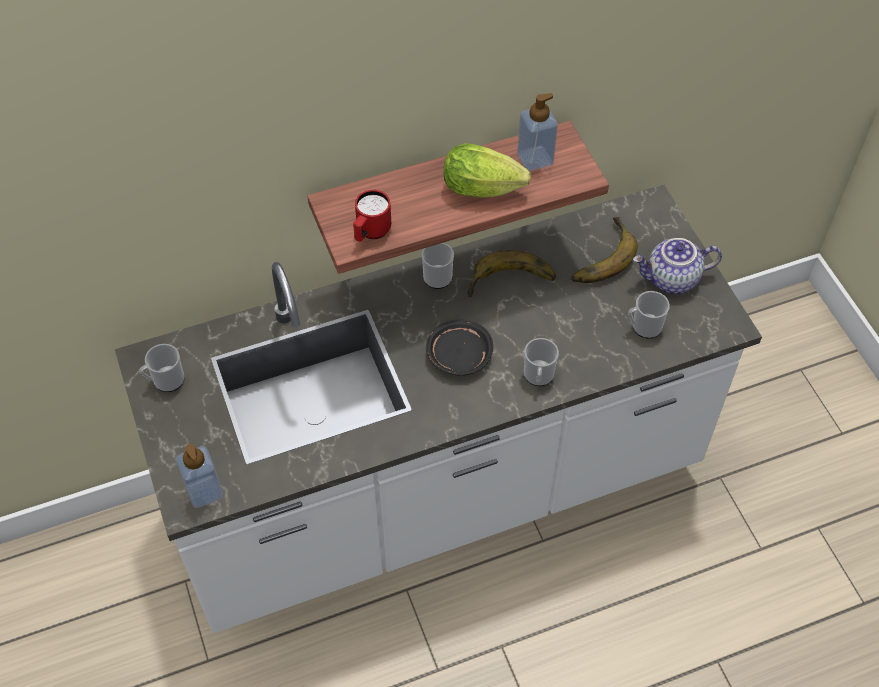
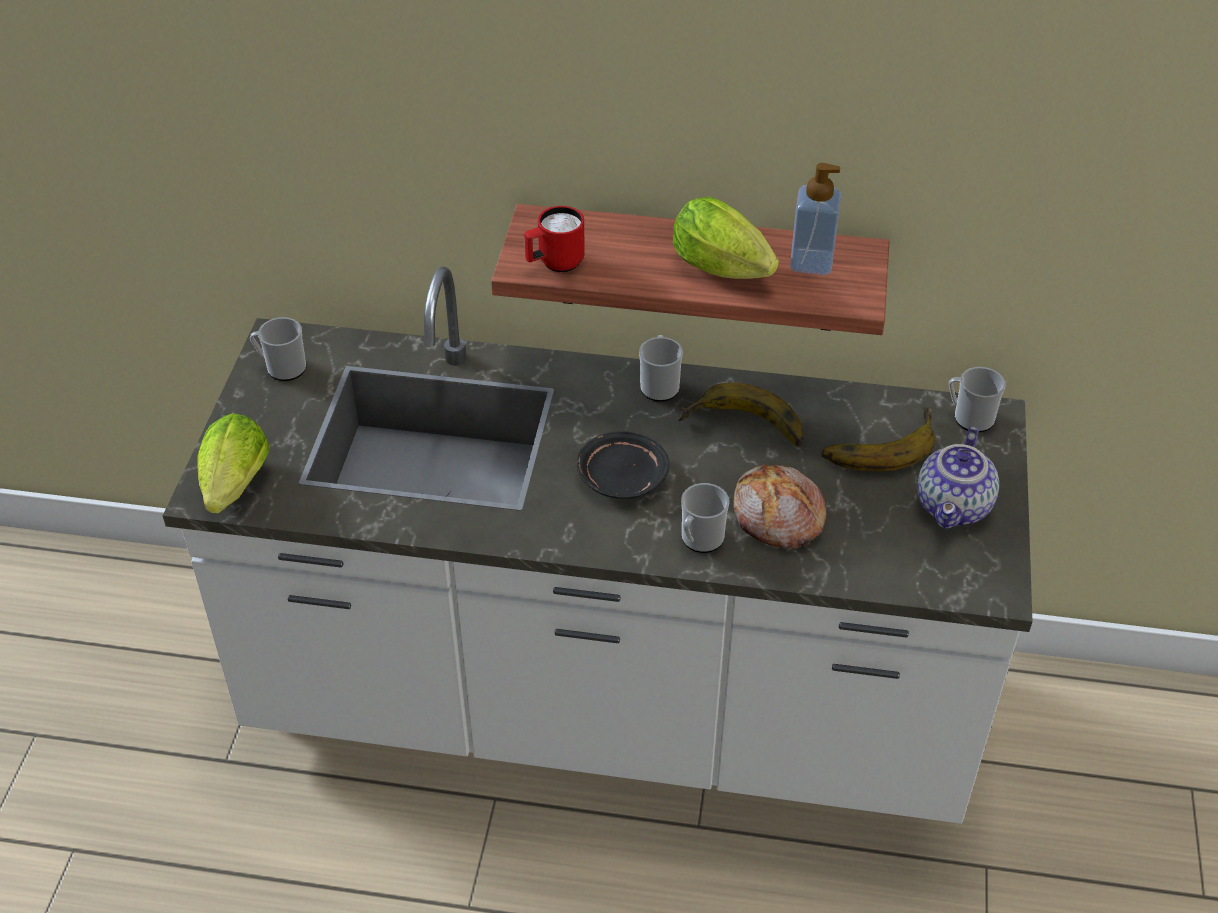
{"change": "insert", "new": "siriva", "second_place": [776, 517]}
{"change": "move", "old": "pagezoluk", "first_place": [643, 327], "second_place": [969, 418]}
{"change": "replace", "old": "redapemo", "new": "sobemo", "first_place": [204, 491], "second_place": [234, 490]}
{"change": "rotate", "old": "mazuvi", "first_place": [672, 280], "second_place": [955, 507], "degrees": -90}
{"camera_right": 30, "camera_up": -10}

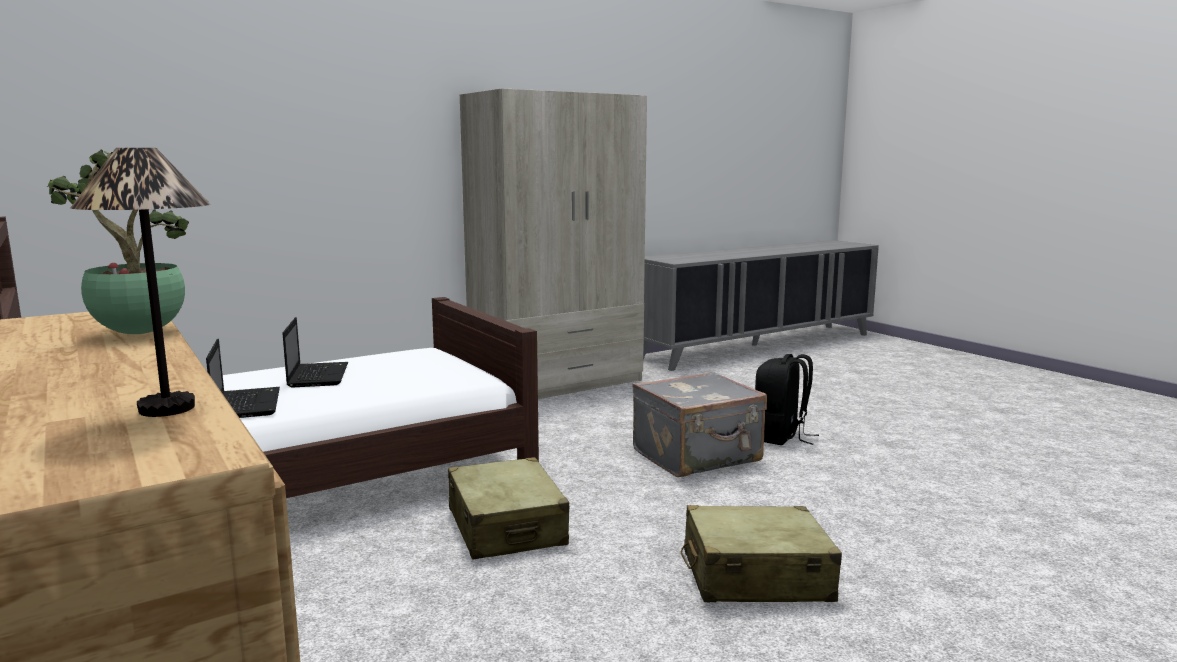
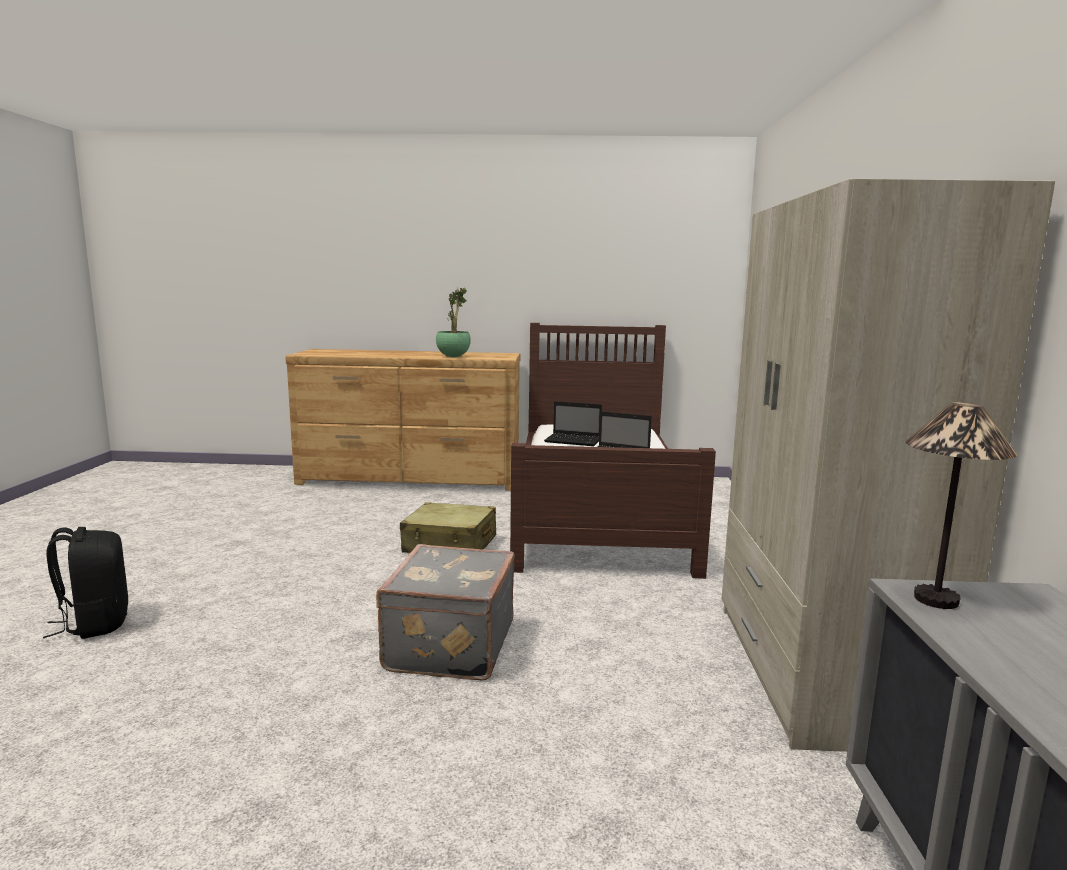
{"change": "delete", "old": "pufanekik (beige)", "first_place": [755, 577]}
{"change": "move", "old": "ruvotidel", "first_place": [165, 409], "second_place": [936, 599]}
{"change": "move", "old": "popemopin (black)", "first_place": [781, 437], "second_place": [95, 624]}
{"camera_right": 125, "camera_up": 0}

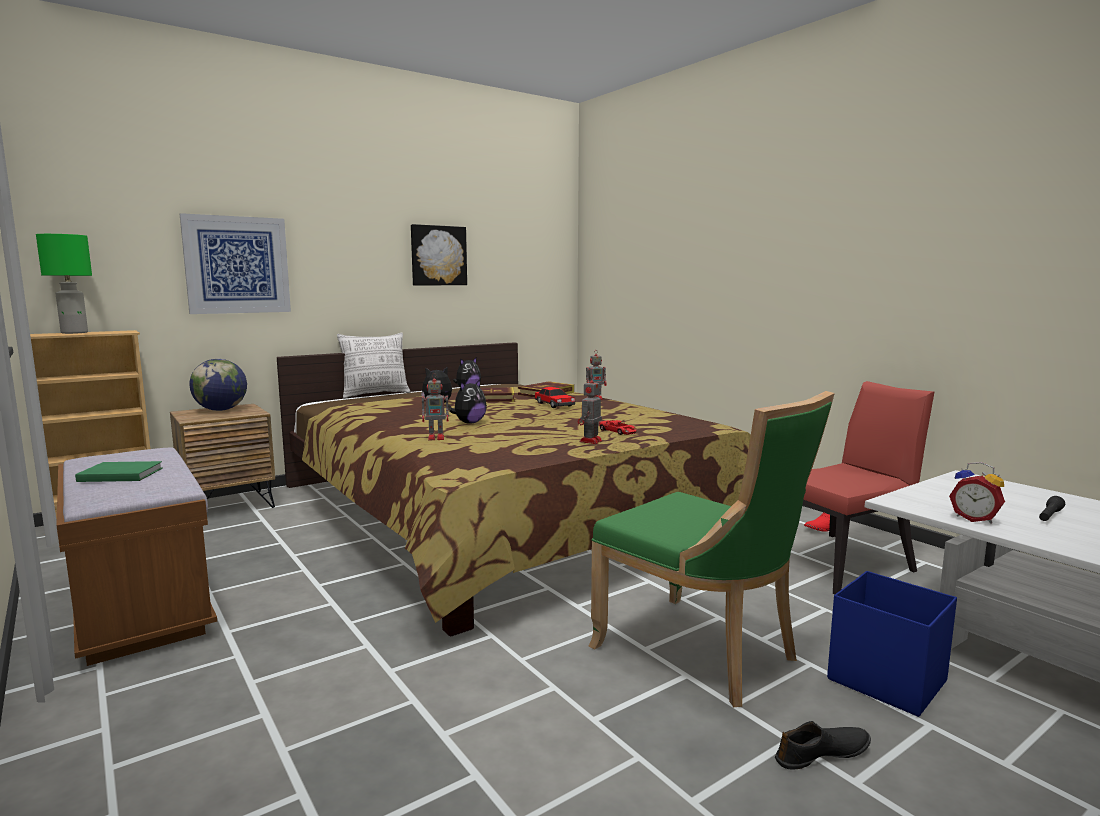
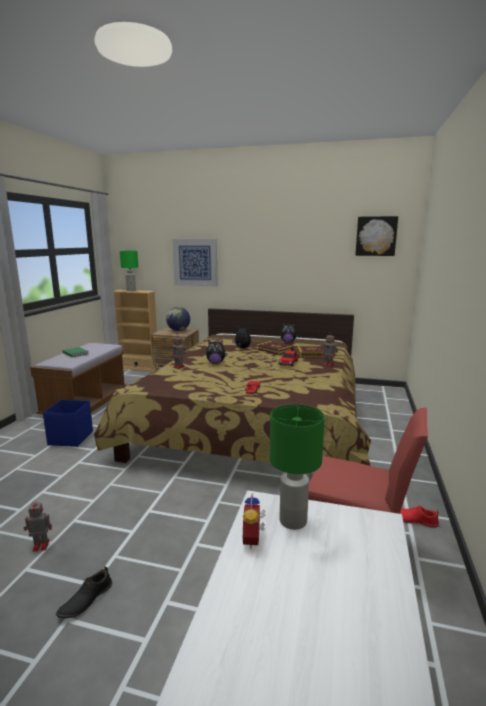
{"change": "delete", "old": "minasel", "first_place": [375, 394]}
{"change": "delete", "old": "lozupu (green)", "first_place": [703, 653]}
{"change": "delete", "old": "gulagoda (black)", "first_place": [1049, 516]}
{"change": "insert", "new": "ruvotidel (green)", "second_place": [292, 521]}
{"change": "move", "old": "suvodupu", "first_place": [438, 255], "second_place": [376, 236]}
{"change": "move", "old": "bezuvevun", "first_place": [590, 441], "second_place": [40, 545]}
{"change": "move", "old": "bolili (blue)", "first_place": [885, 679], "second_place": [71, 438]}
{"change": "rotate", "old": "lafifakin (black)", "first_place": [822, 754], "second_place": [85, 600], "degrees": 90}
{"camera_right": 50, "camera_up": 5}

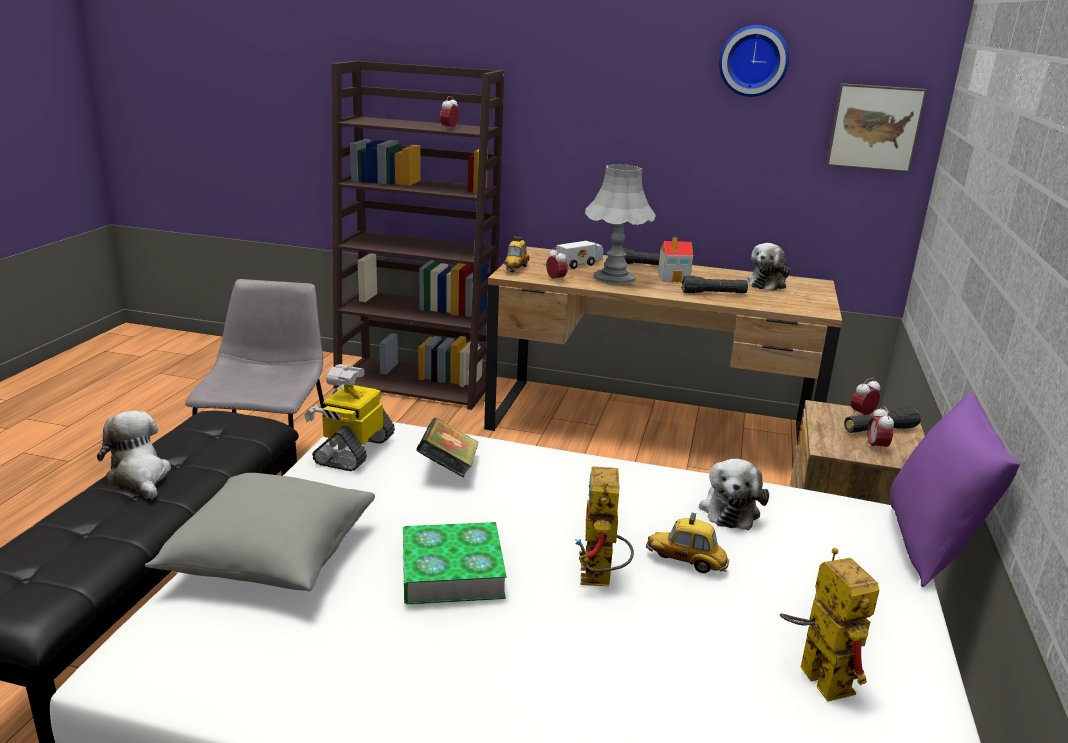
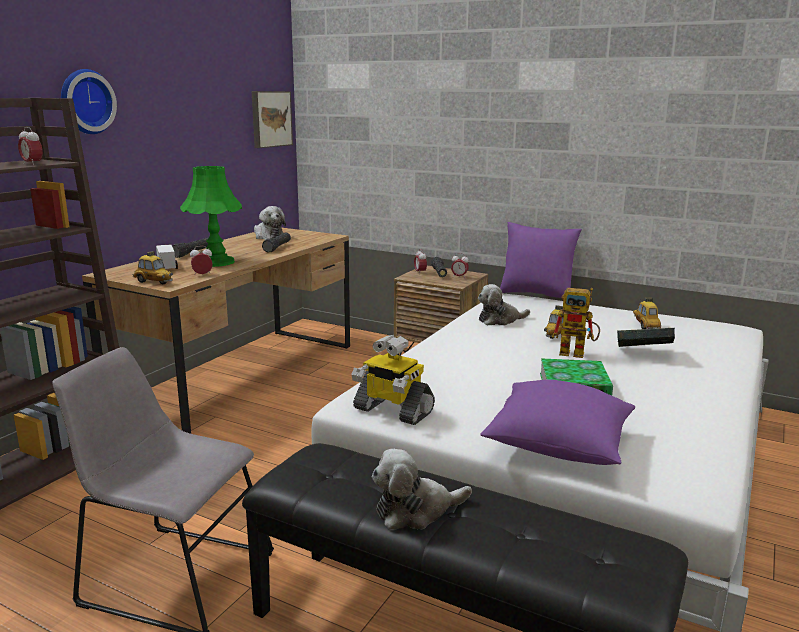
{"change": "delete", "old": "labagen", "first_place": [674, 278]}
{"change": "move", "old": "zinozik", "first_place": [448, 469], "second_place": [643, 353]}
{"change": "move", "old": "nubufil", "first_place": [753, 61], "second_place": [85, 101]}
{"change": "replace", "old": "bezuvevun", "new": "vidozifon", "first_place": [814, 673], "second_place": [645, 326]}
{"change": "recolor", "old": "minasel (grey)", "new": "minasel (purple)", "first_place": [269, 558], "second_place": [558, 445]}
{"change": "recolor", "old": "ruvotidel (grey)", "new": "ruvotidel (green)", "first_place": [614, 278], "second_place": [216, 262]}
{"change": "rotate", "old": "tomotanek", "first_place": [730, 509], "second_place": [500, 320], "degrees": 135}
{"camera_right": -75, "camera_up": -5}

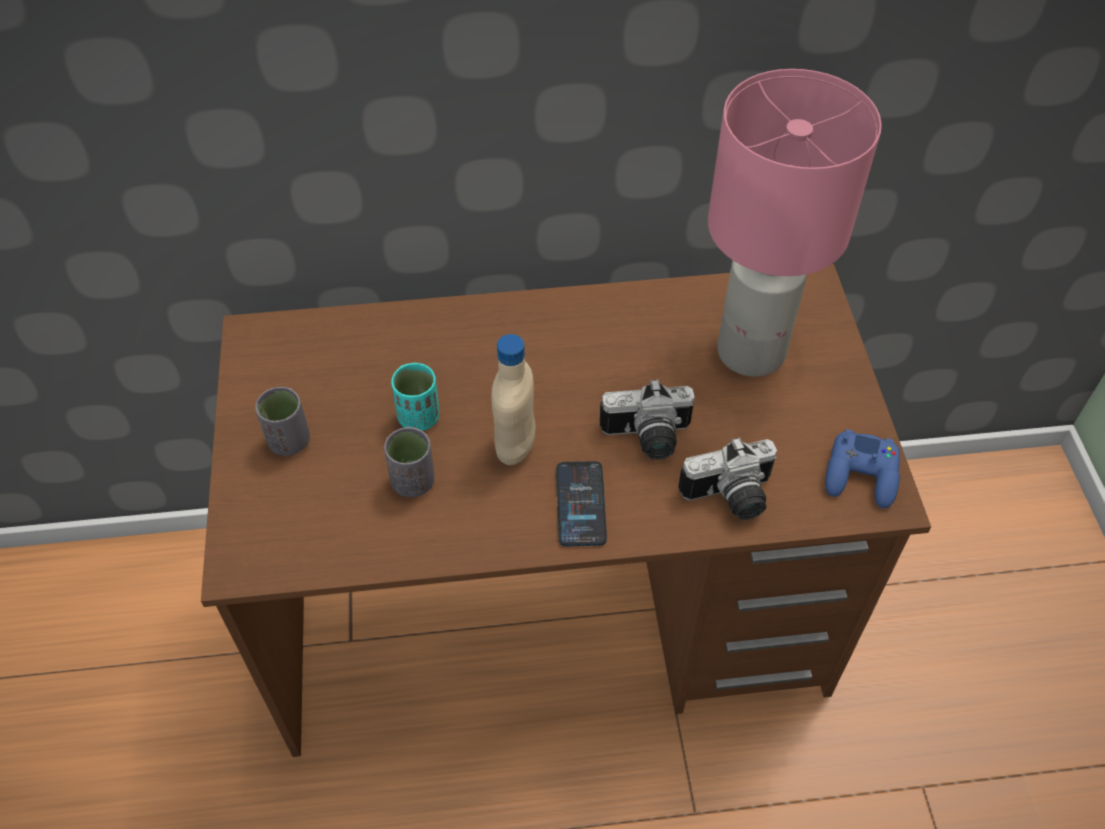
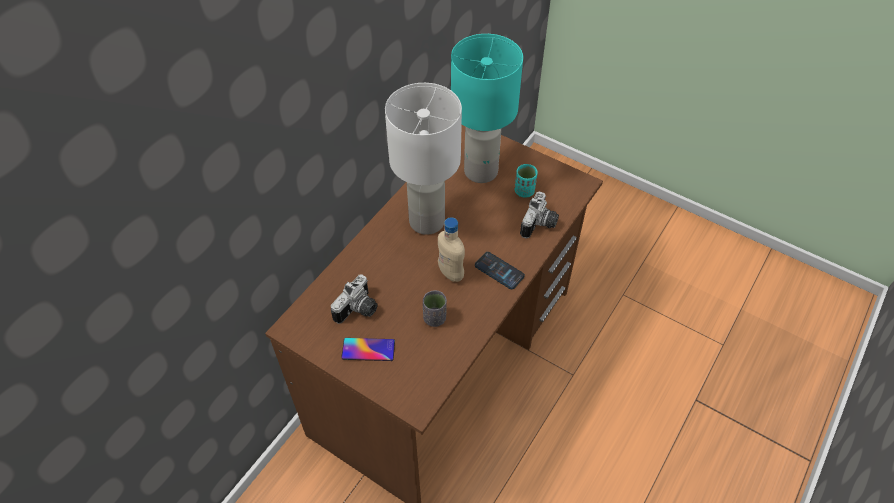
{"change": "delete", "old": "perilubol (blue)", "first_place": [861, 475]}
{"change": "insert", "new": "ruvotidel (white)", "second_place": [427, 222]}
{"change": "move", "old": "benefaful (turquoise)", "first_place": [419, 417], "second_place": [524, 191]}
{"change": "move", "old": "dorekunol", "first_place": [647, 439], "second_place": [358, 310]}
{"change": "replace", "old": "benefaful (grey)", "new": "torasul", "first_place": [289, 441], "second_place": [368, 349]}
{"change": "recolor", "old": "ruvotidel (pink)", "new": "ruvotidel (turquoise)", "first_place": [753, 352], "second_place": [481, 171]}
{"camera_right": -50, "camera_up": 0}

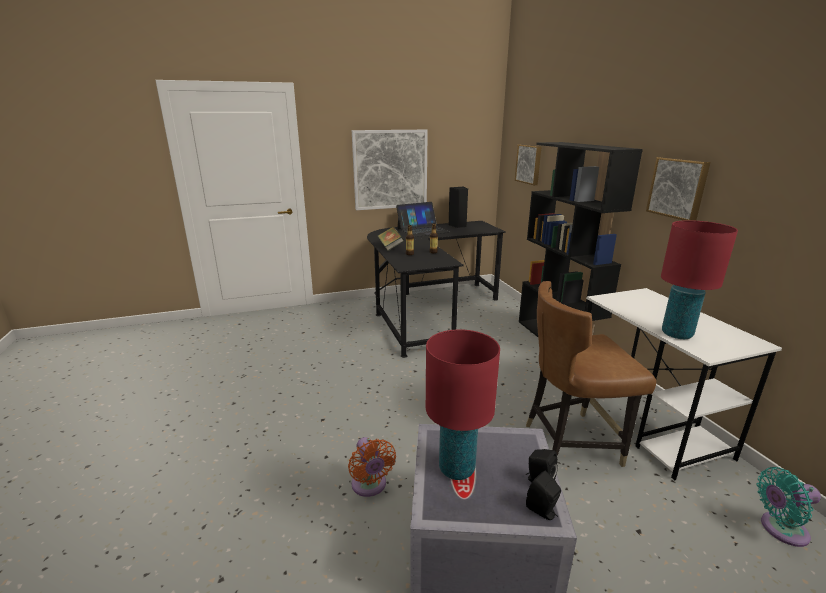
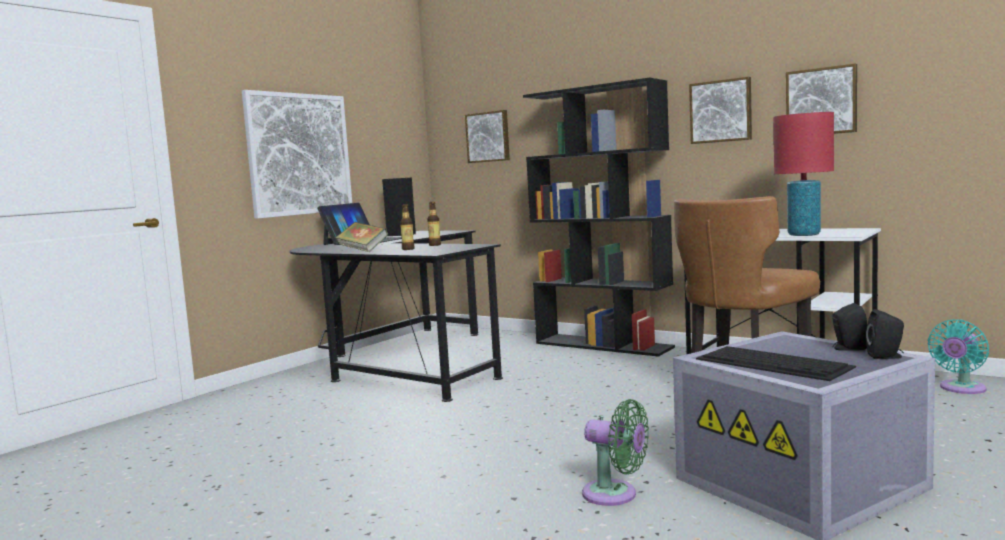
{"change": "insert", "new": "suvodupu", "second_place": [821, 101]}
{"change": "replace", "old": "ruvotidel (red)", "new": "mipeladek", "first_place": [457, 469], "second_place": [774, 363]}
{"change": "recolor", "old": "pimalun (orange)", "new": "pimalun (green)", "first_place": [370, 486], "second_place": [615, 495]}
{"camera_right": -35, "camera_up": -15}

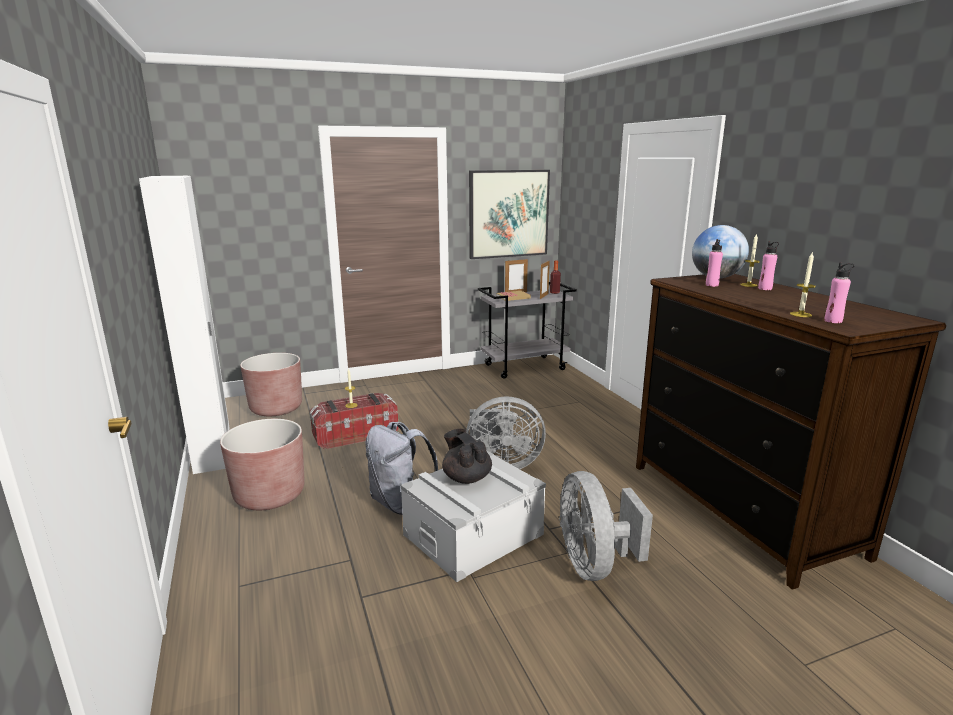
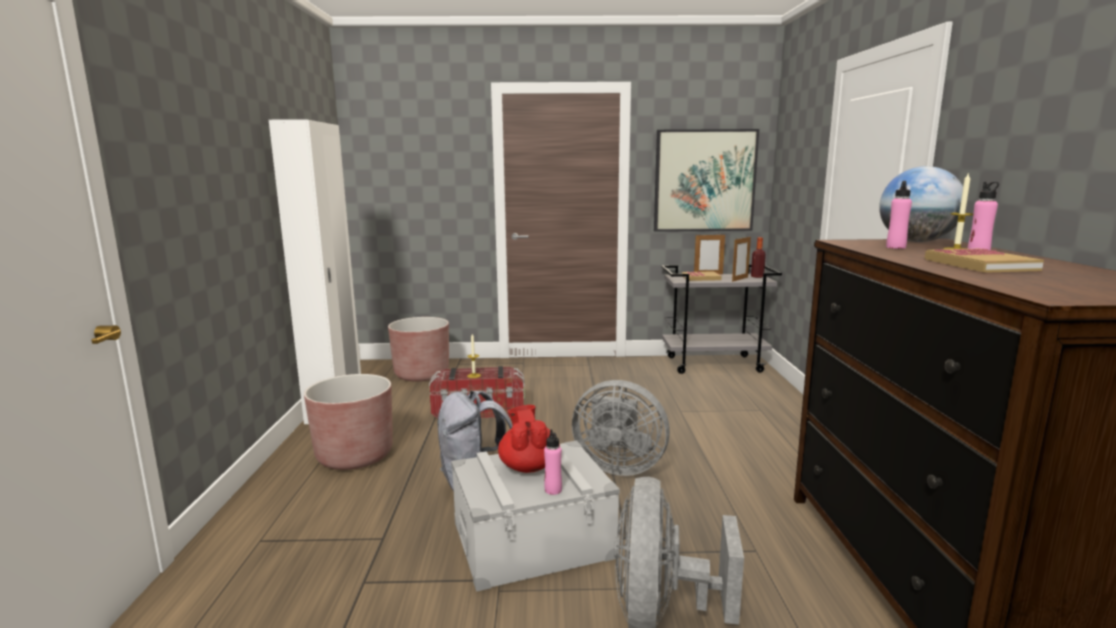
{"change": "delete", "old": "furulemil", "first_place": [800, 314]}
{"change": "insert", "new": "zinozik", "second_place": [979, 265]}
{"change": "move", "old": "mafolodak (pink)", "first_place": [833, 321], "second_place": [553, 490]}
{"change": "recolor", "old": "mazuvi (black)", "new": "mazuvi (red)", "first_place": [466, 478], "second_place": [528, 466]}
{"camera_right": 20, "camera_up": -5}

